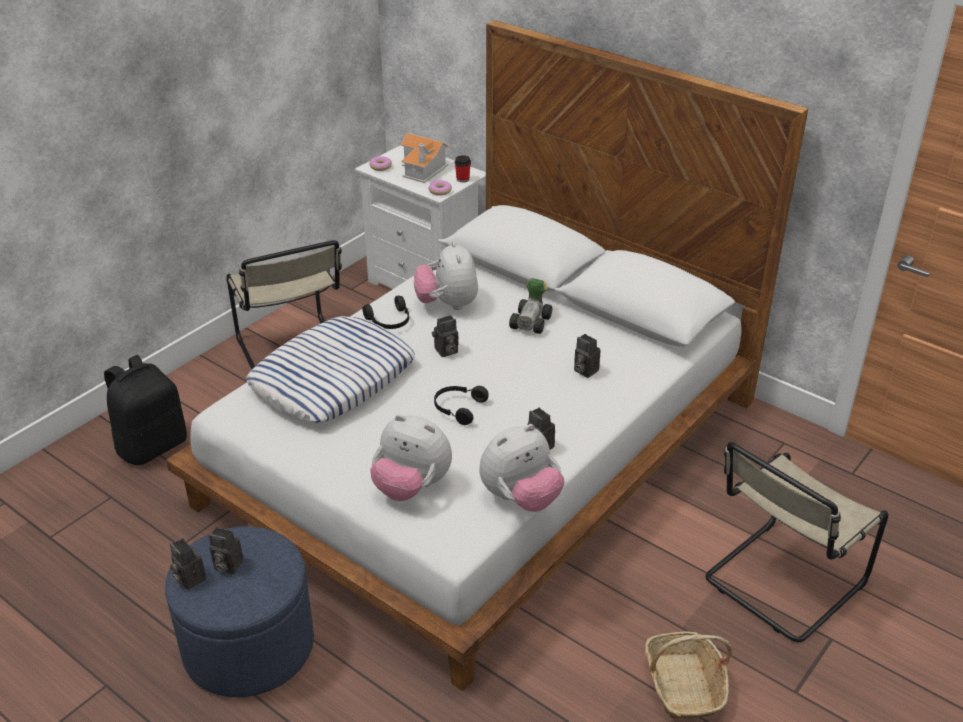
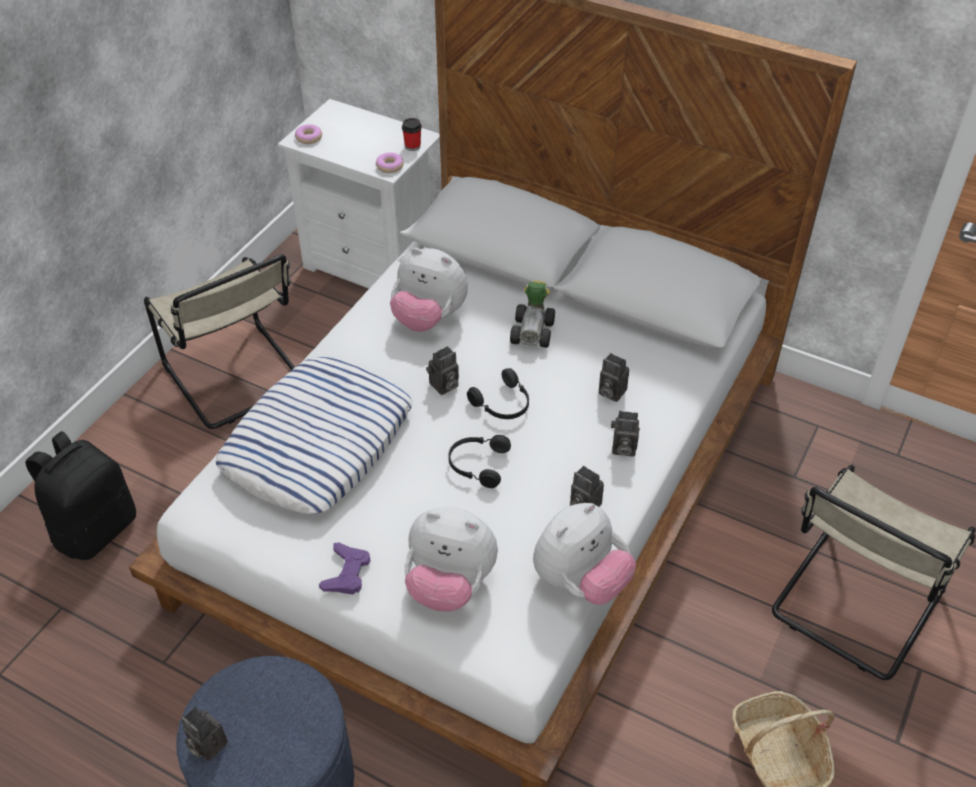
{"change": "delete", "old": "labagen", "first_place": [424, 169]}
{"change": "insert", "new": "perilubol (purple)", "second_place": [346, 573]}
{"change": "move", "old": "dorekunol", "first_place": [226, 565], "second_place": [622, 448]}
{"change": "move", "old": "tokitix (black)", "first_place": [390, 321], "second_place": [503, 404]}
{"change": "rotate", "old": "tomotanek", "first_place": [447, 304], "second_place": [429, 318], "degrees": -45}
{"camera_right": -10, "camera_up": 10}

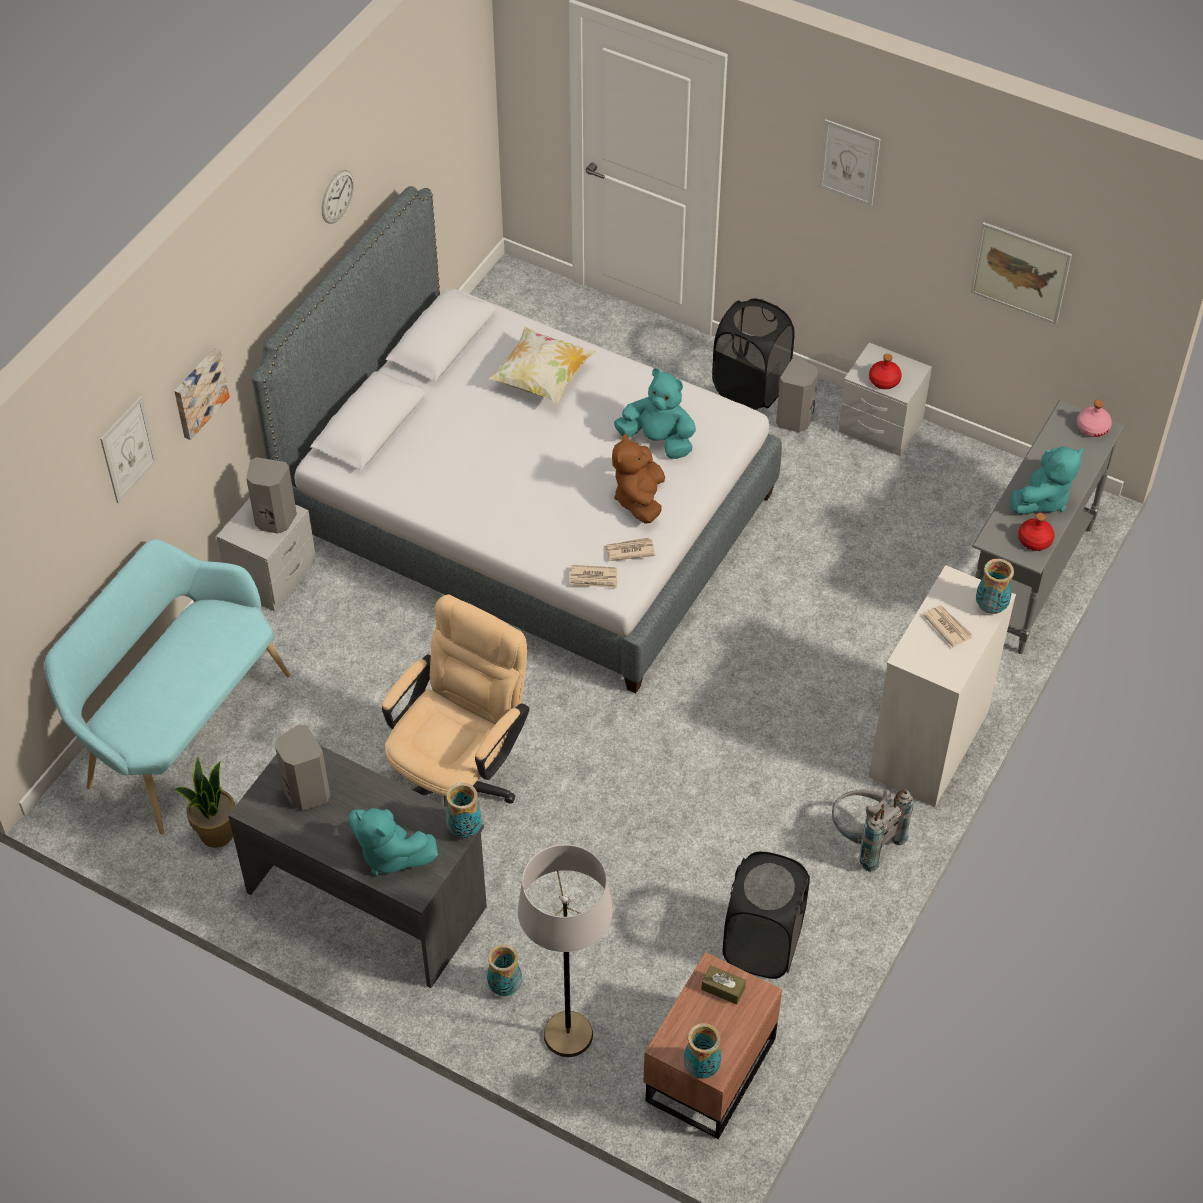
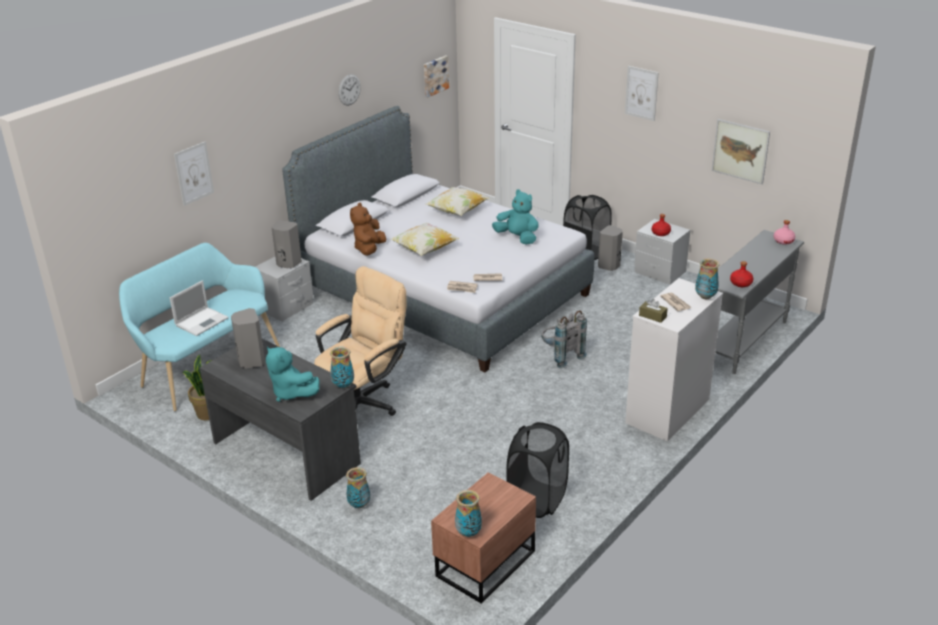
{"change": "delete", "old": "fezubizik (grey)", "first_place": [568, 1035]}
{"change": "delete", "old": "tomotanek (turquoise)", "first_place": [1042, 499]}
{"change": "insert", "new": "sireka", "second_place": [202, 321]}
{"change": "insert", "new": "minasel", "second_place": [424, 250]}
{"change": "move", "old": "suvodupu", "first_place": [198, 392], "second_place": [435, 75]}
{"change": "move", "old": "tomotanek (brown)", "first_place": [639, 499], "second_place": [369, 249]}
{"change": "move", "old": "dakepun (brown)", "first_place": [723, 988], "second_place": [652, 316]}
{"change": "move", "old": "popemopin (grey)", "first_place": [864, 840], "second_place": [561, 356]}
{"camera_right": 10, "camera_up": -20}

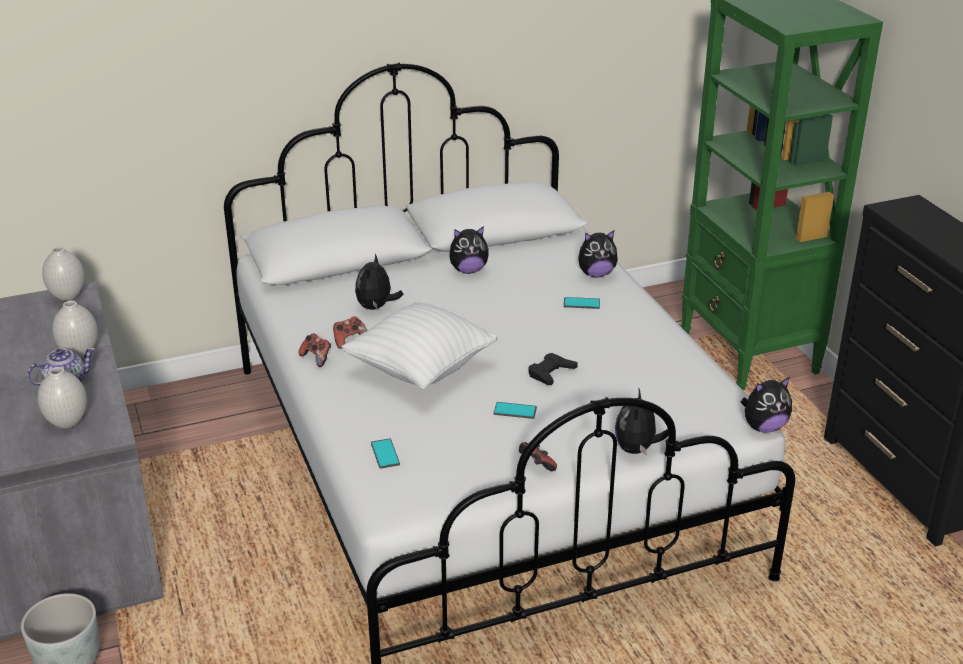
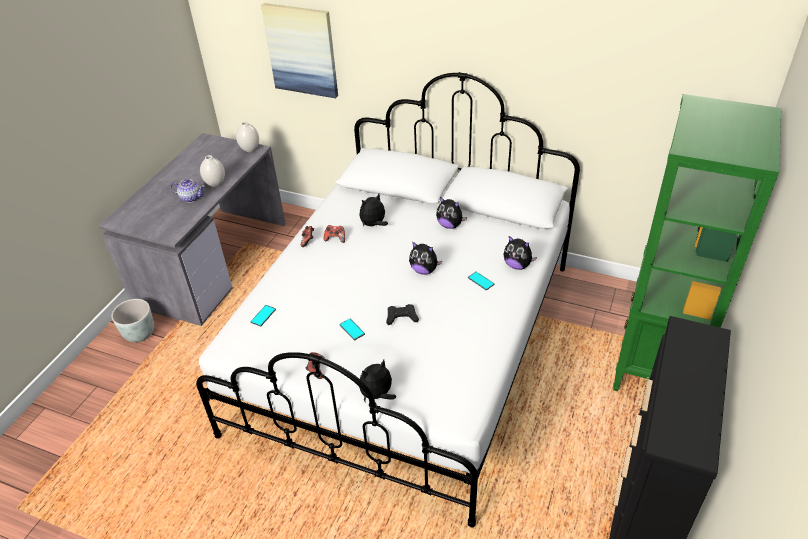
{"change": "delete", "old": "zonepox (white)", "first_place": [67, 423]}
{"change": "delete", "old": "minasel (white)", "first_place": [420, 369]}
{"change": "insert", "new": "suvodupu", "second_place": [302, 50]}
{"change": "move", "old": "tomotanek", "first_place": [764, 427], "second_place": [424, 270]}
{"camera_right": 45, "camera_up": 10}

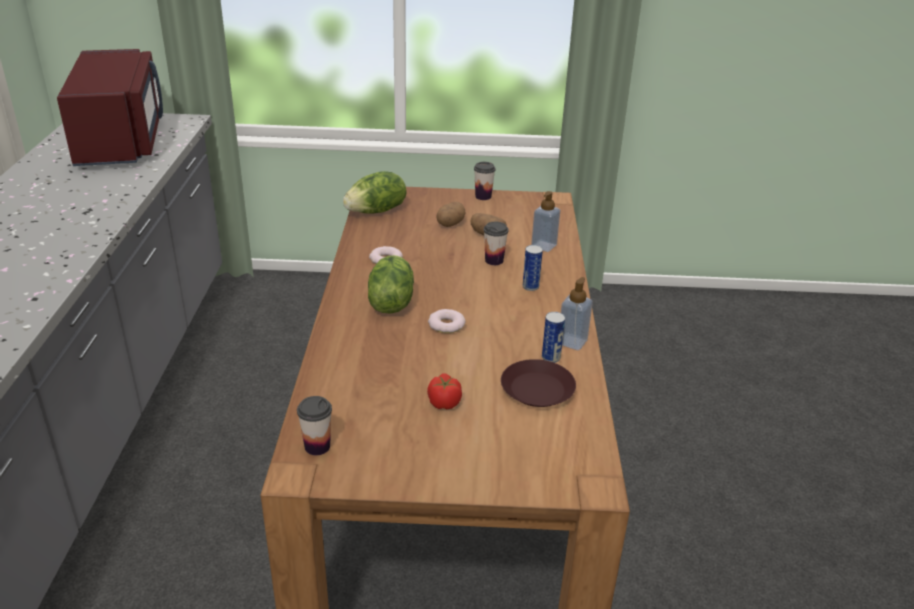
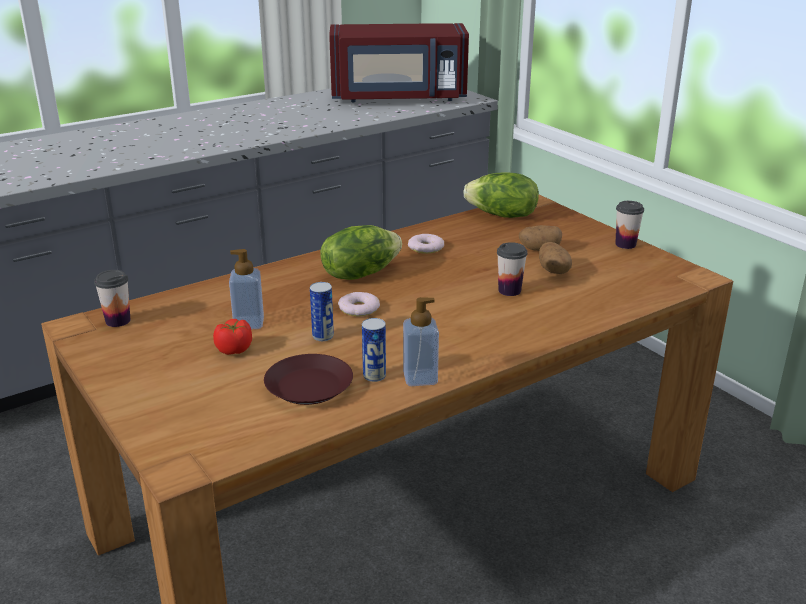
{"change": "move", "old": "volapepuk", "first_place": [530, 287], "second_place": [323, 336]}
{"change": "move", "old": "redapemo", "first_place": [544, 246], "second_place": [249, 323]}
{"change": "rotate", "old": "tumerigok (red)", "first_place": [122, 141], "second_place": [398, 97], "degrees": 45}
{"camera_right": 55, "camera_up": -5}

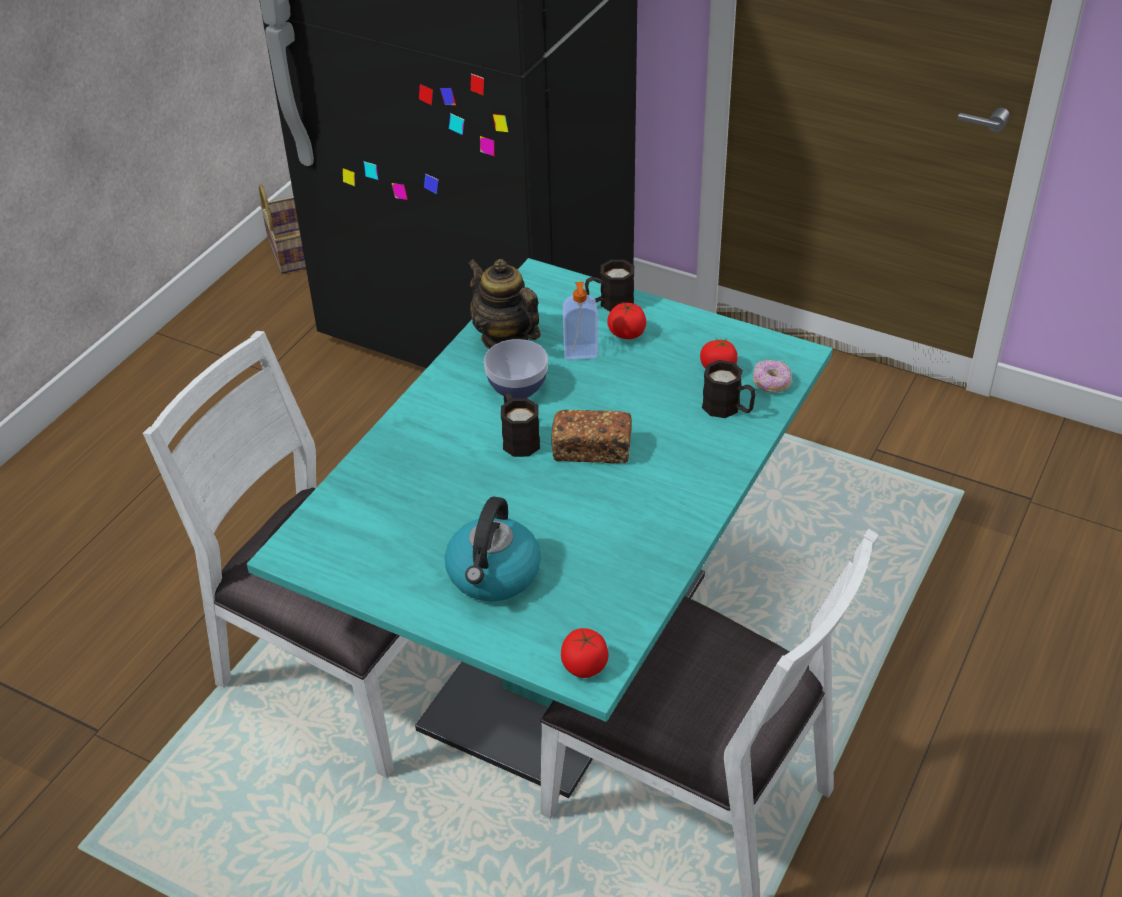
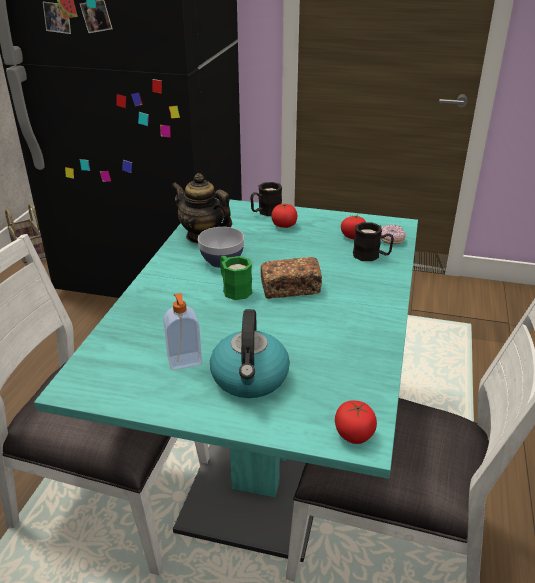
{"change": "move", "old": "redapemo", "first_place": [580, 353], "second_place": [185, 362]}
{"change": "recolor", "old": "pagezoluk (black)", "new": "pagezoluk (green)", "first_place": [518, 438], "second_place": [234, 289]}
{"camera_right": -15, "camera_up": -10}

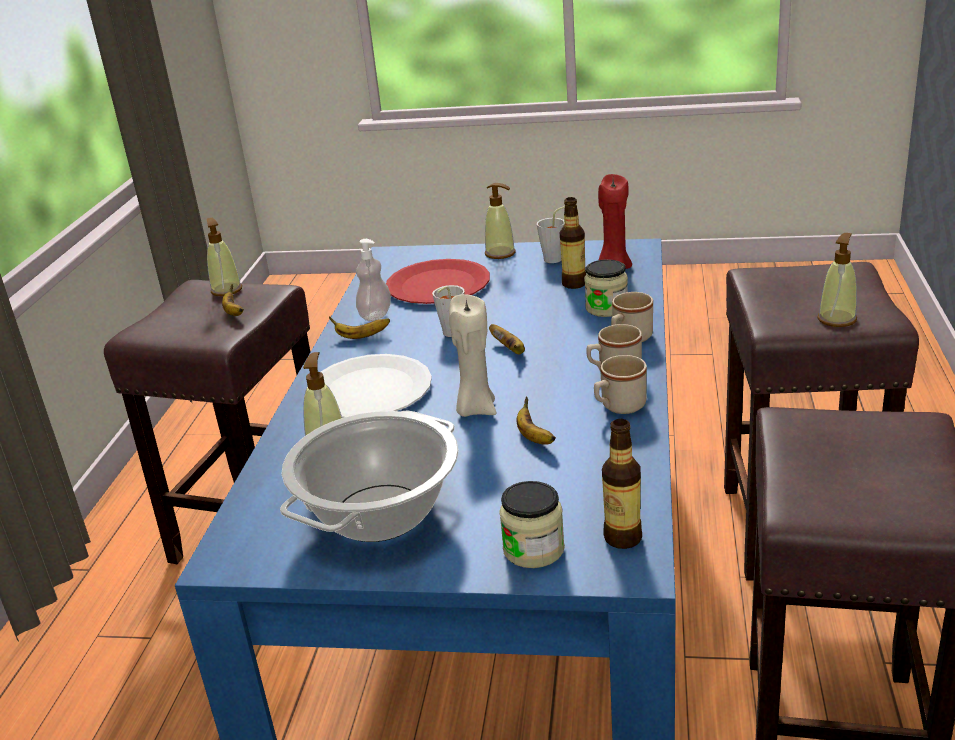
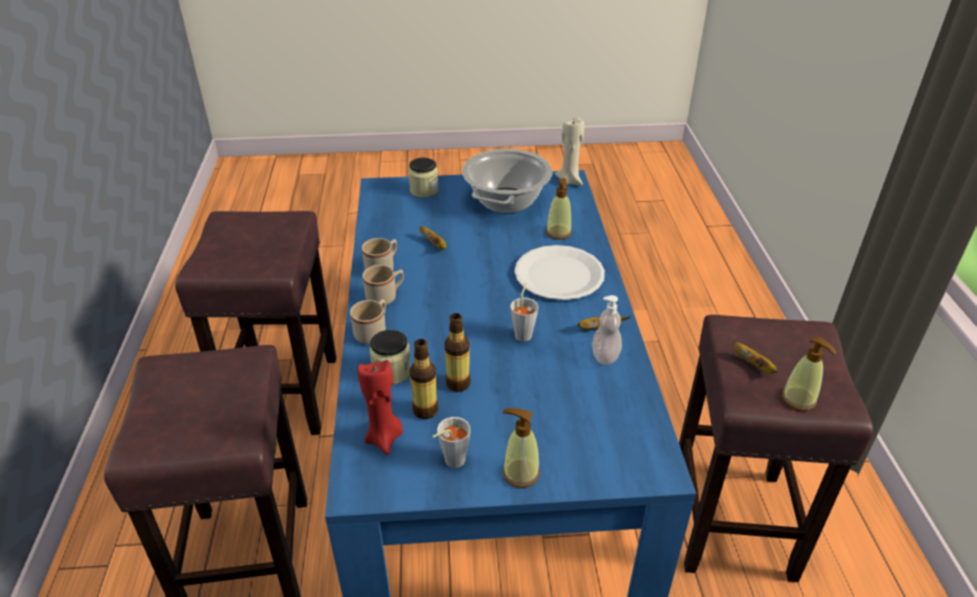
{"change": "delete", "old": "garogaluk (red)", "first_place": [438, 285]}
{"change": "delete", "old": "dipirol", "first_place": [510, 349]}
{"change": "delete", "old": "redapemo", "first_place": [837, 319]}
{"change": "move", "old": "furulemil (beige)", "first_place": [475, 409], "second_place": [569, 181]}
{"change": "move", "old": "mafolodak", "first_place": [623, 538], "second_place": [458, 383]}
{"camera_right": 165, "camera_up": 10}

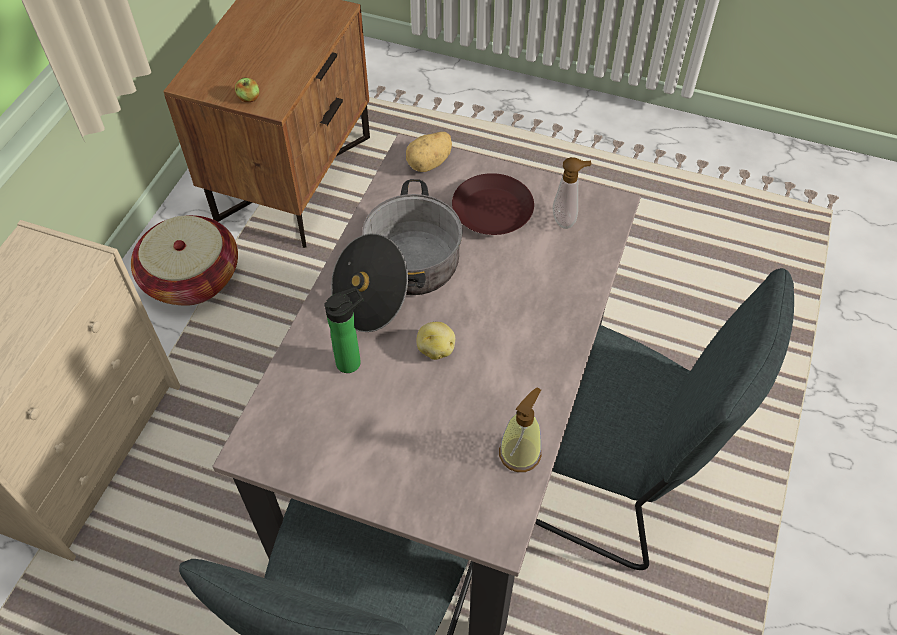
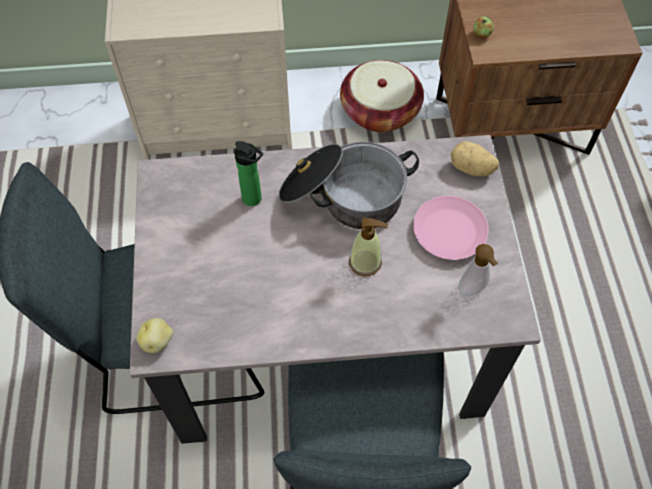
{"change": "move", "old": "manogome", "first_place": [436, 348], "second_place": [158, 341]}
{"change": "move", "old": "redapemo", "first_place": [520, 453], "second_place": [365, 262]}
{"change": "recolor", "old": "garogaluk (brown)", "new": "garogaluk (pink)", "first_place": [491, 210], "second_place": [449, 231]}
{"camera_right": 65, "camera_up": 5}

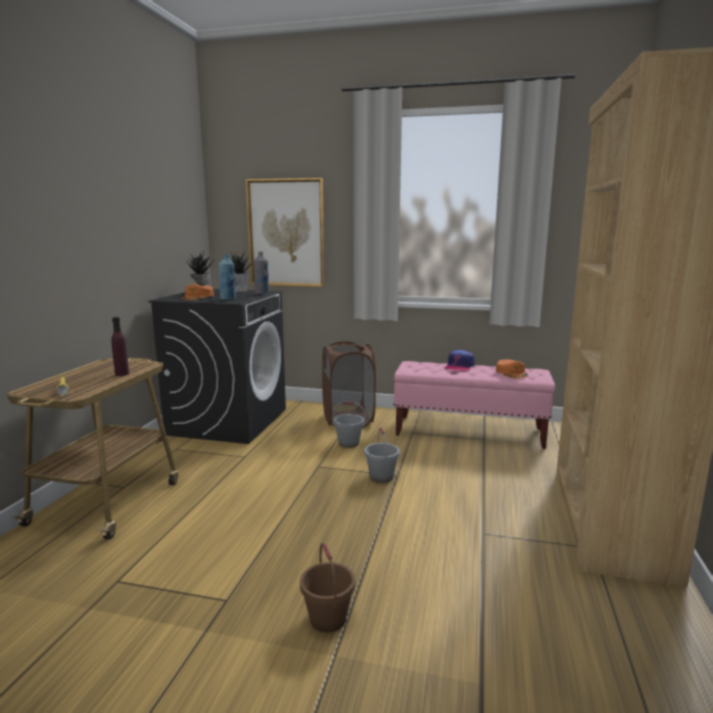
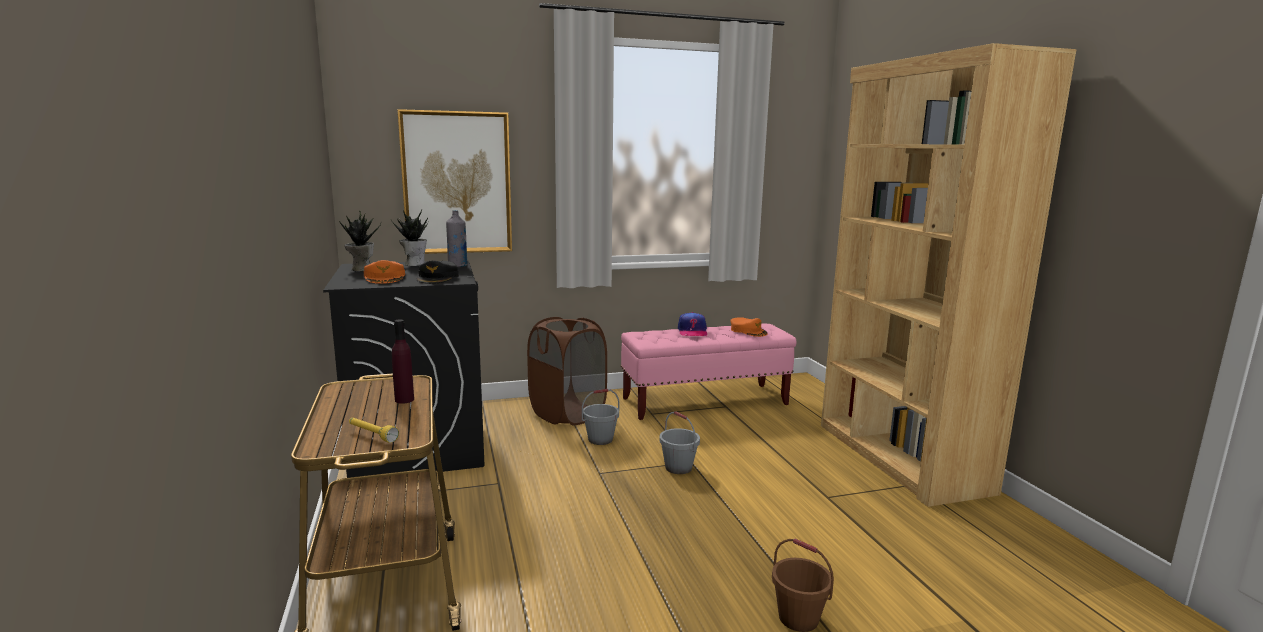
{"change": "replace", "old": "mafolodak (blue)", "new": "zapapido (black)", "first_place": [228, 299], "second_place": [438, 278]}
{"camera_right": -30, "camera_up": 0}

